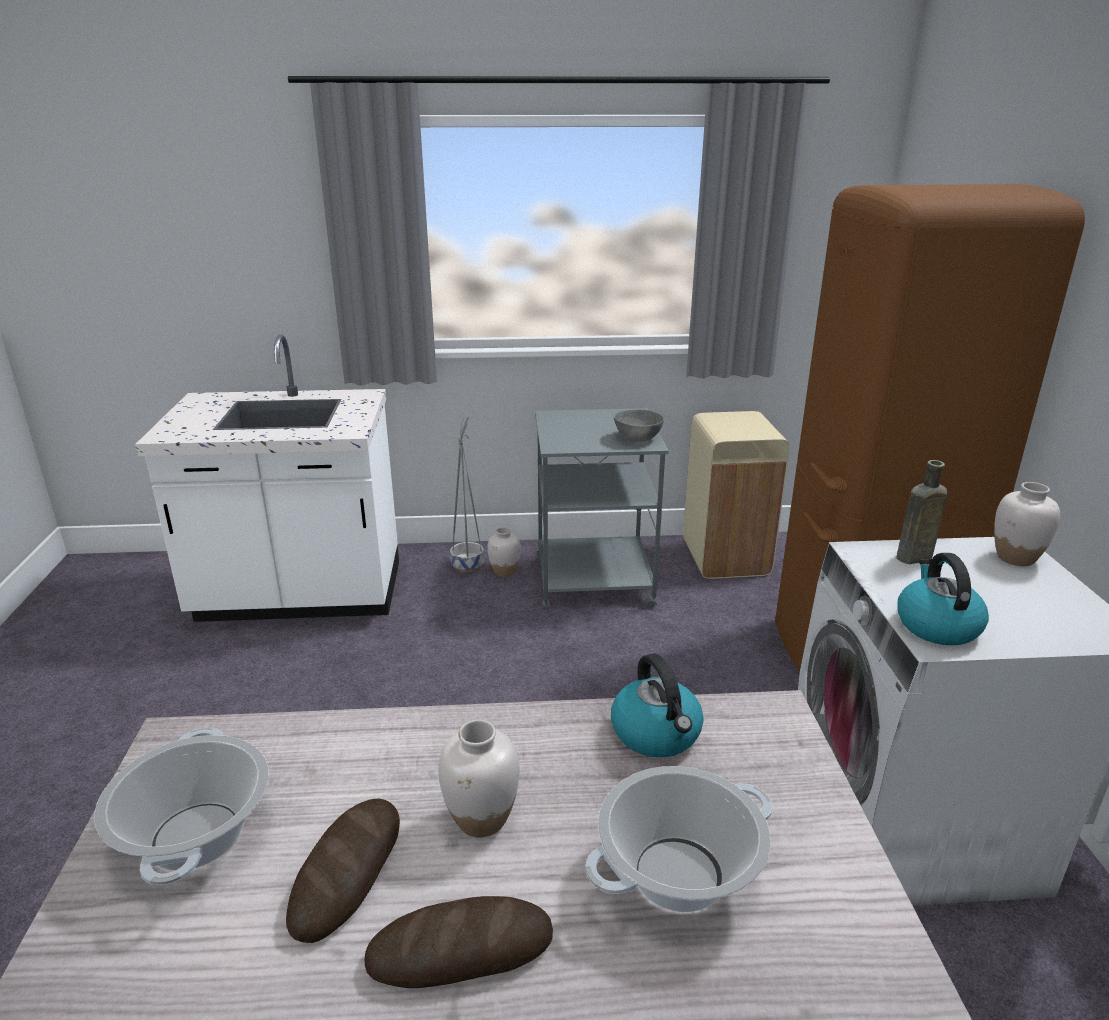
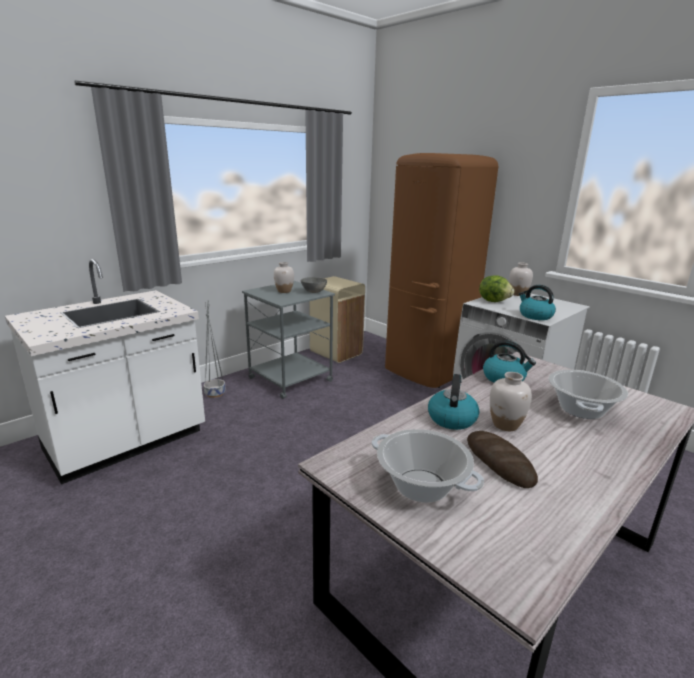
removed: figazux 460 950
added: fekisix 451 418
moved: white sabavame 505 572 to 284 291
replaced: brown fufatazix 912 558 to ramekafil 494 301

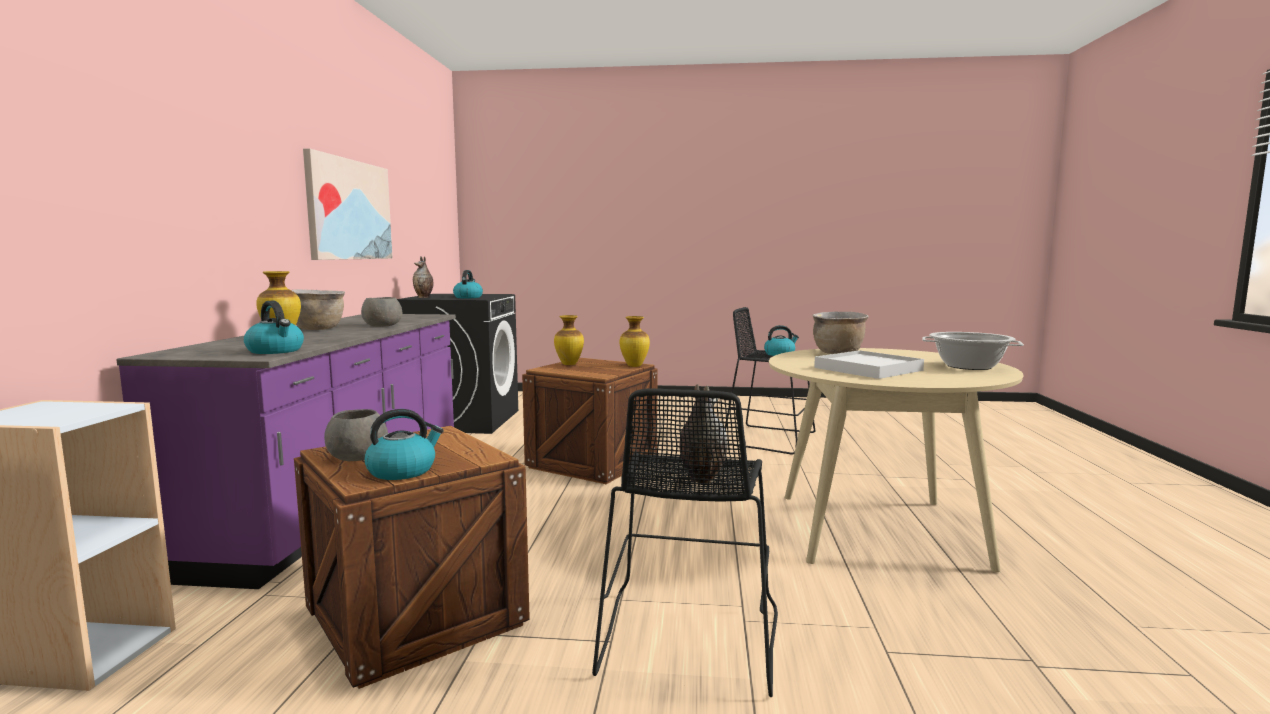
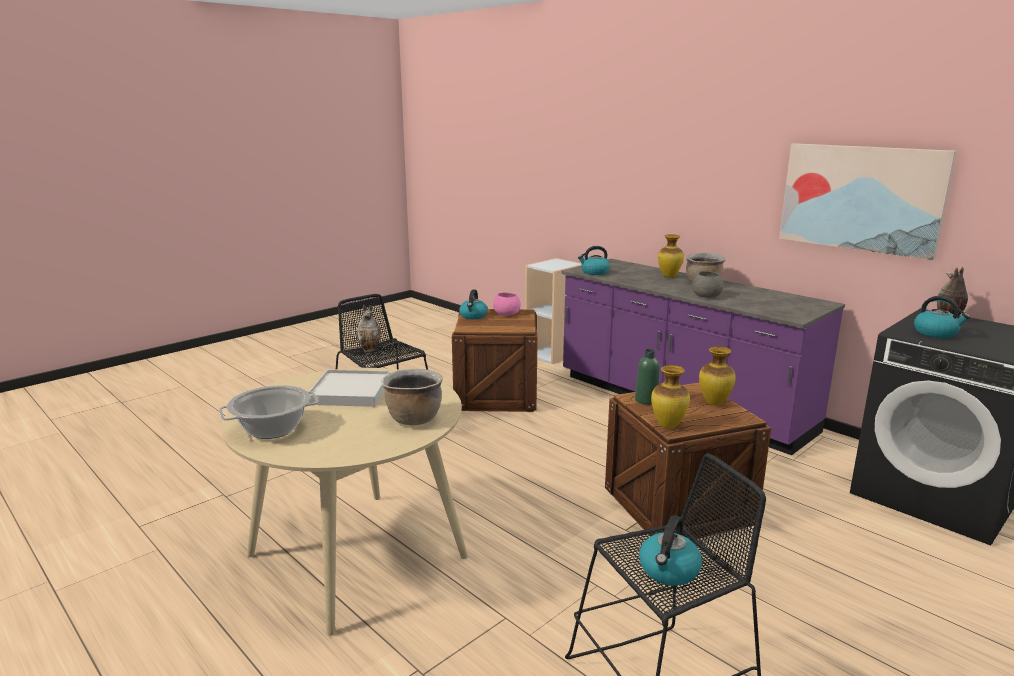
added: green fufatazix 646 400
recoloured: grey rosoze 357 457 to pink rosoze 506 314

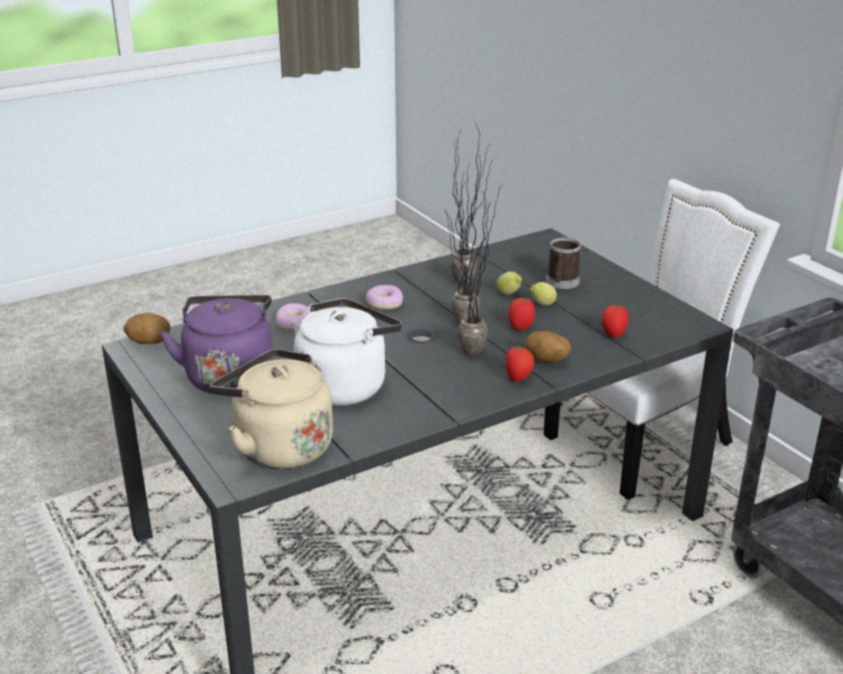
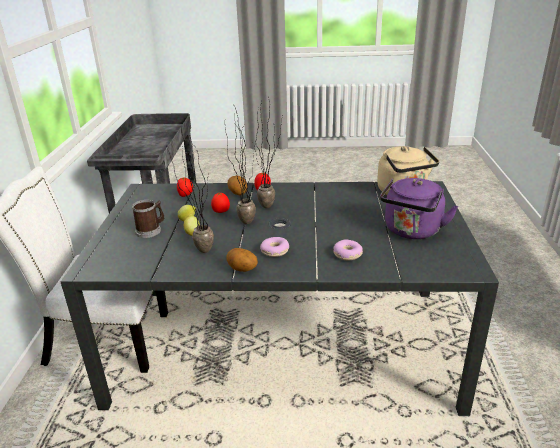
removed: white fekisix 345 386
moved: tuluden 149 342 to 242 270

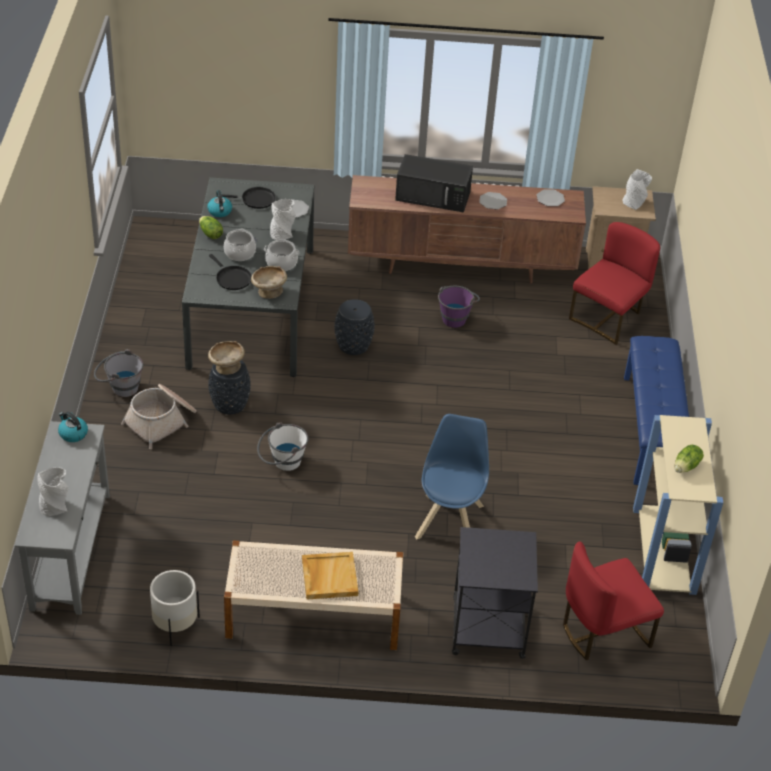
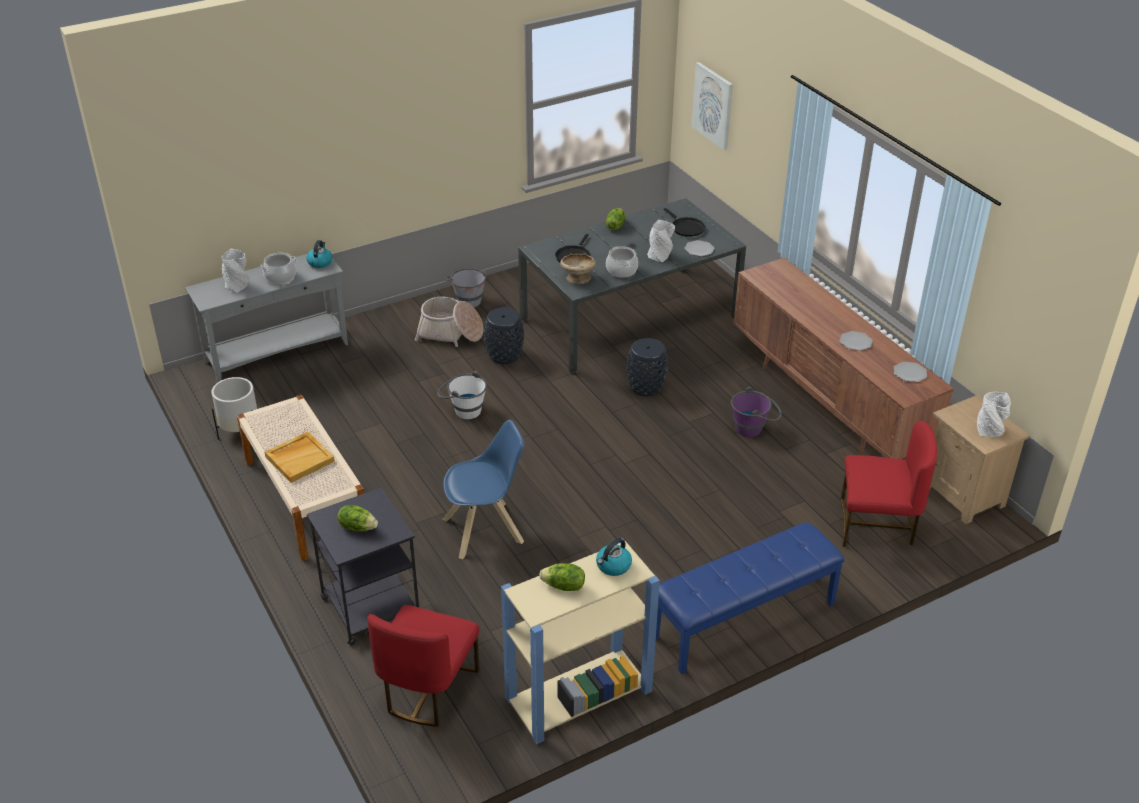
removed: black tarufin 434 196; beige rosoze 226 368
added: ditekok 713 105; ramekafil 357 527
moved: fekisix 220 211 to 613 566; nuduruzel 240 253 to 280 277
turned: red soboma 603 631 = 427 690 105 degrees counterclockwise

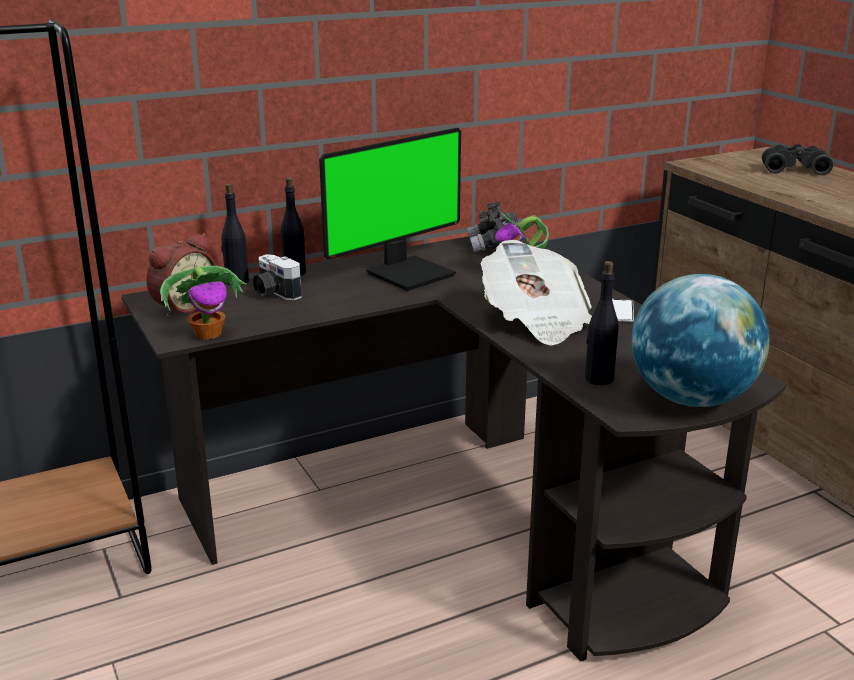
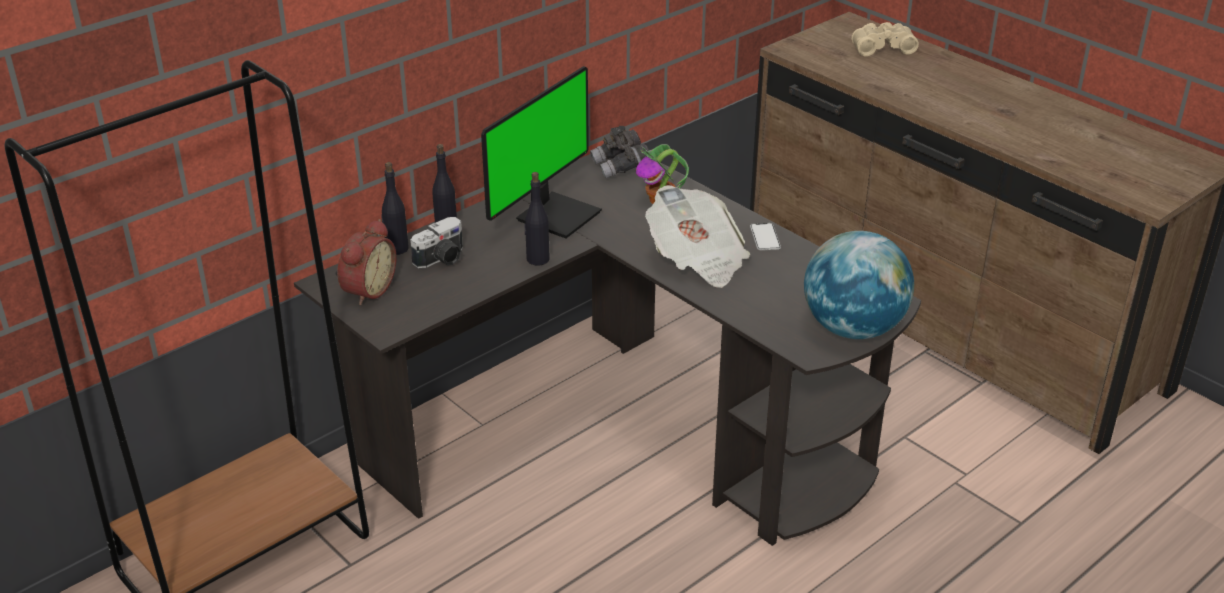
removed: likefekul 209 333
moved: black fufatazix 598 379 to 537 259
recoloured: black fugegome 794 169 to beige fugegome 882 47
turned: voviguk 274 293 = 442 259 75 degrees counterclockwise

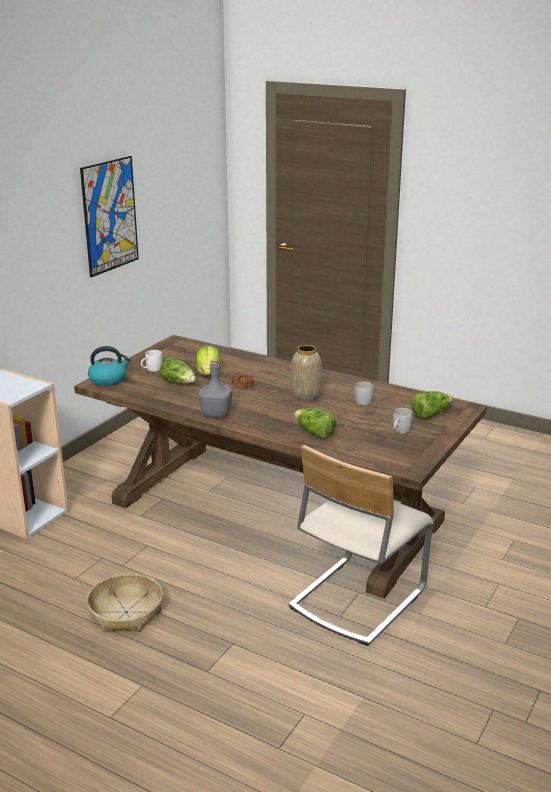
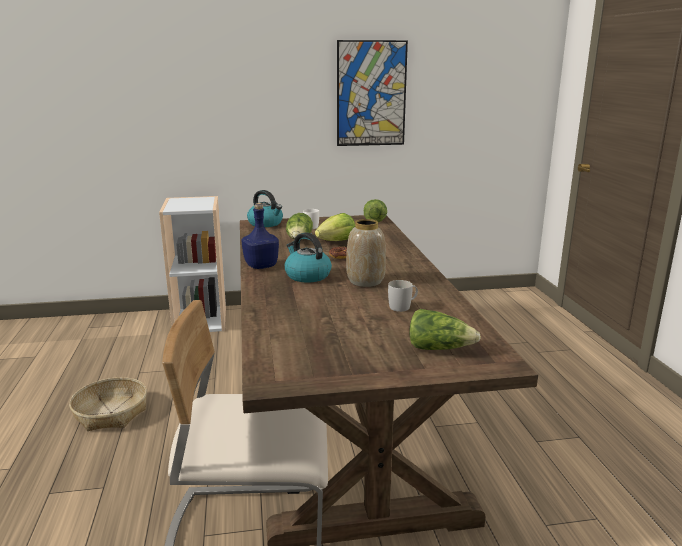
removed: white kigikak 399 431
added: fekisix 307 276
moved: ramekafil 314 433 to 374 219
recoloured: grey fufatazix 216 414 to blue fufatazix 261 266

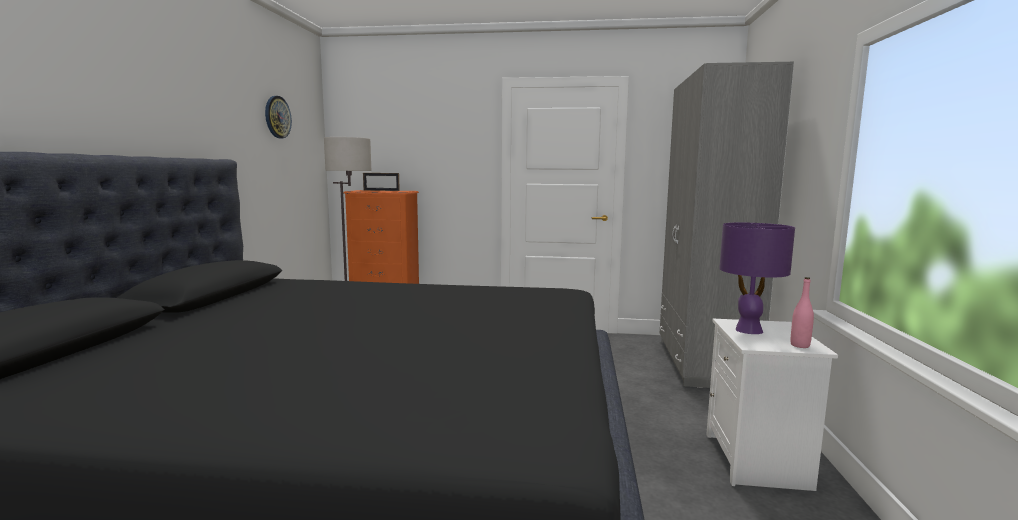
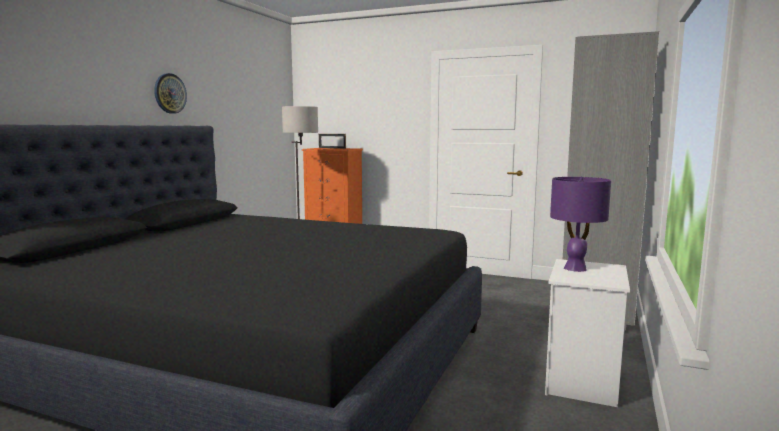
removed: pink fufatazix 800 345
moved: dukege 277 117 to 169 93

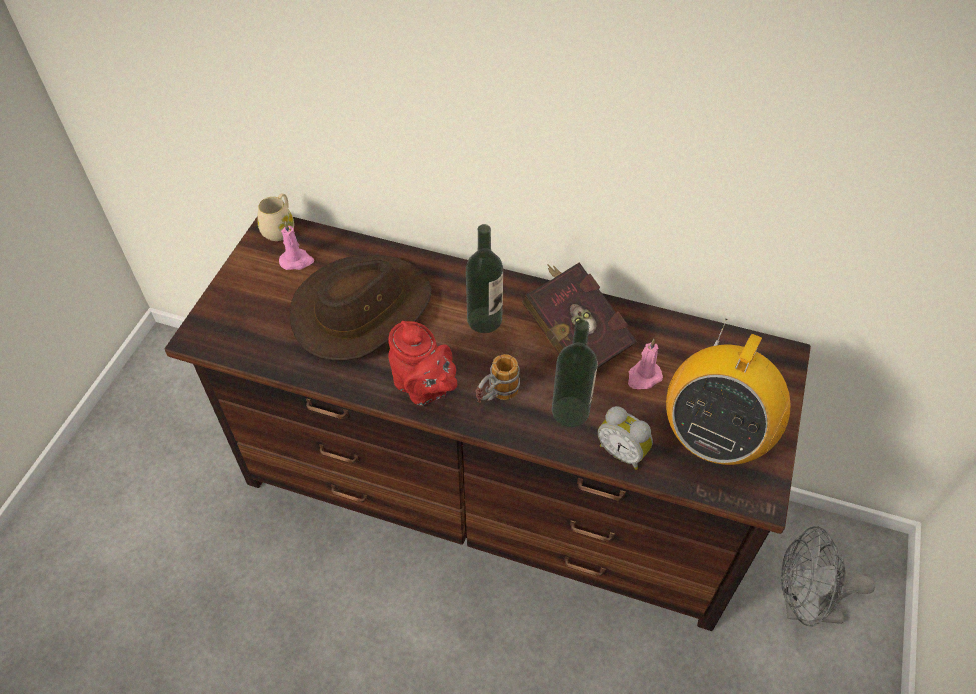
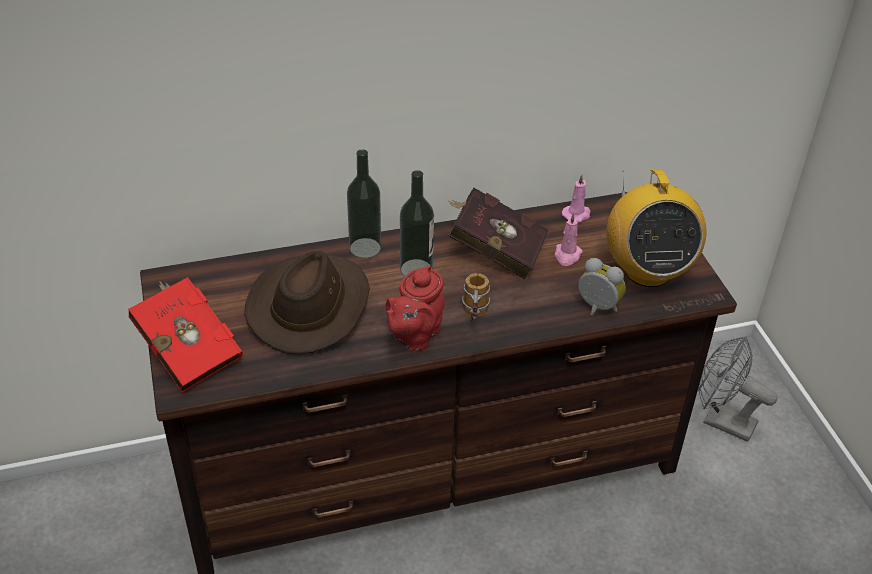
removed: beige kigikak 280 228
added: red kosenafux 187 350
moved: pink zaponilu 297 261 to 577 214; fufatazix 570 411 to 365 248
turned: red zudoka 424 388 = 414 336 105 degrees clockwise; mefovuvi 622 452 = 596 308 150 degrees counterclockwise; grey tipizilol 802 606 = 721 421 60 degrees clockwise

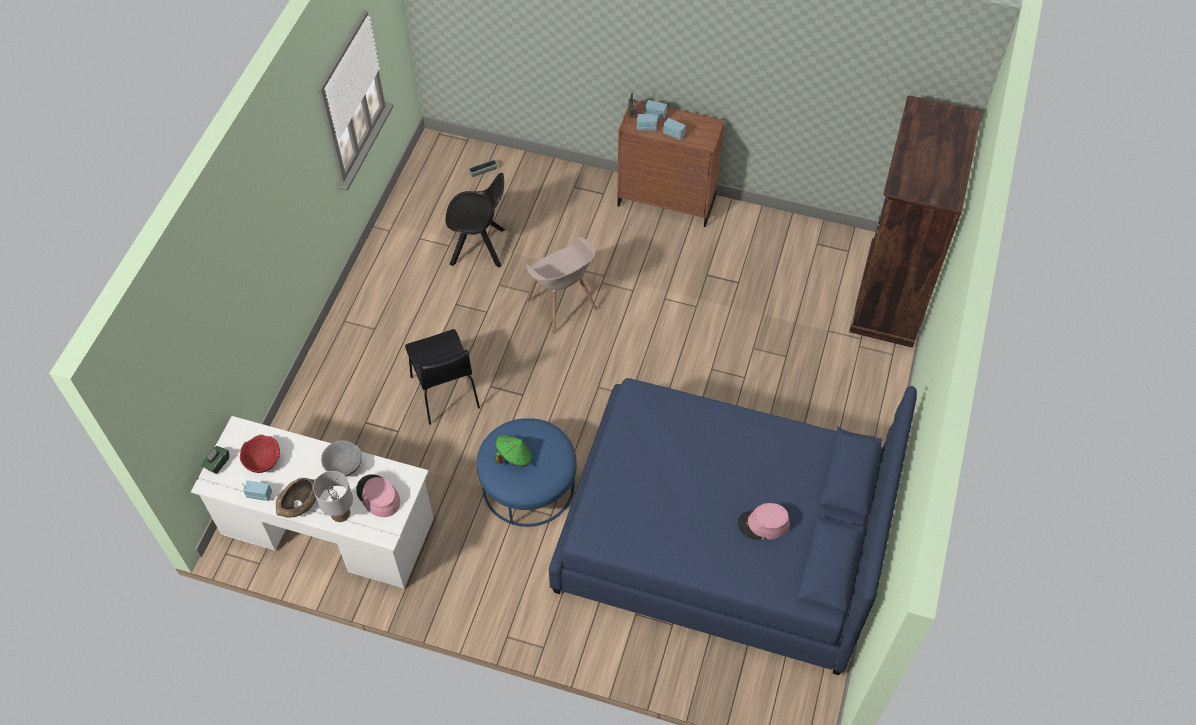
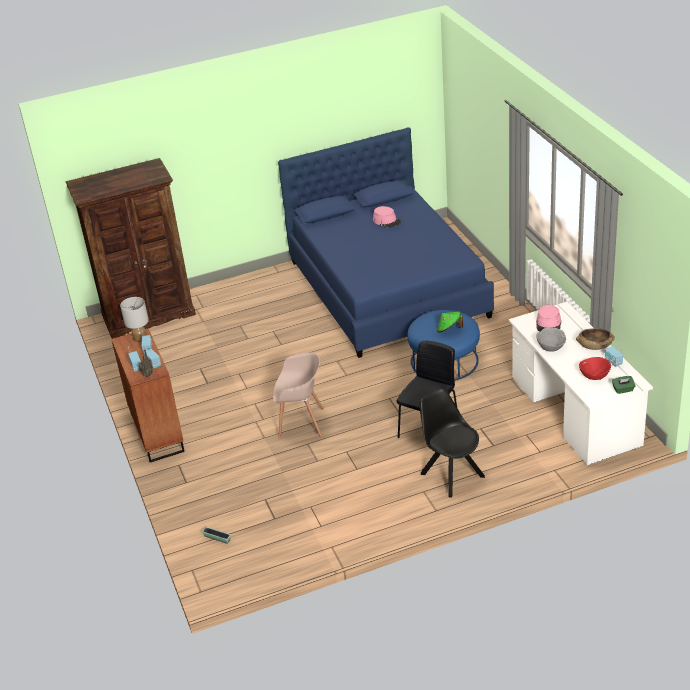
moved: black soboma 479 247 to 451 474; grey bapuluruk 341 513 to 140 338
turned: beige soboma 562 306 = 302 423 75 degrees clockwise

